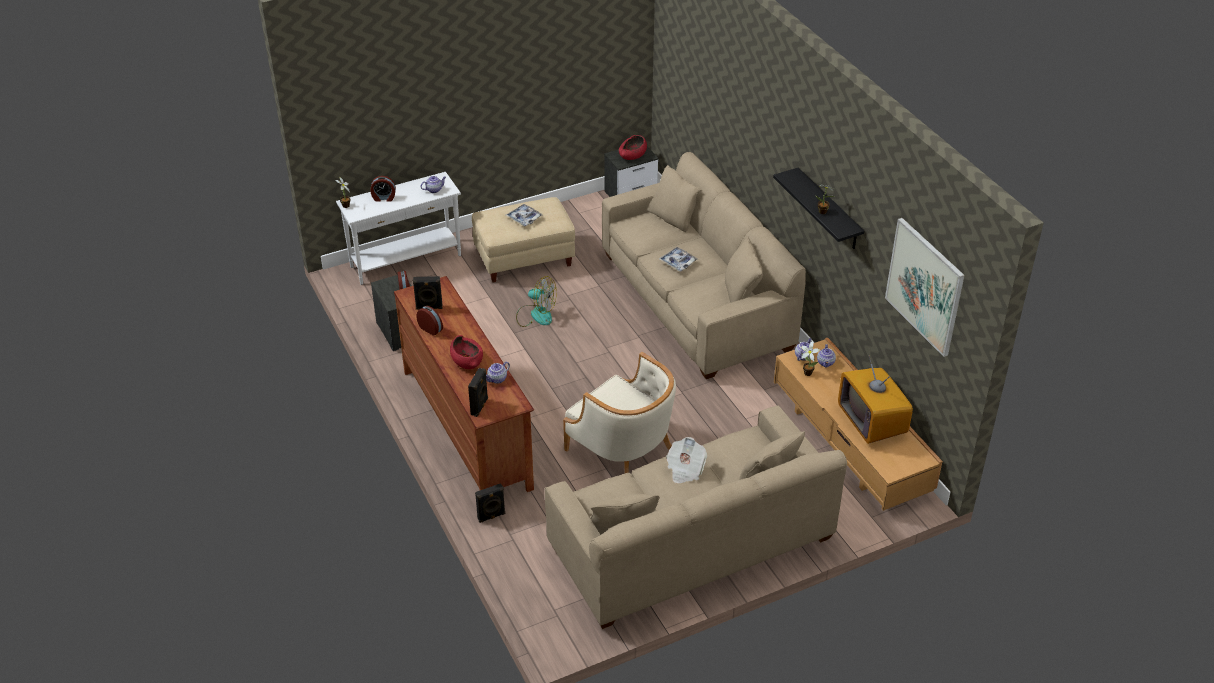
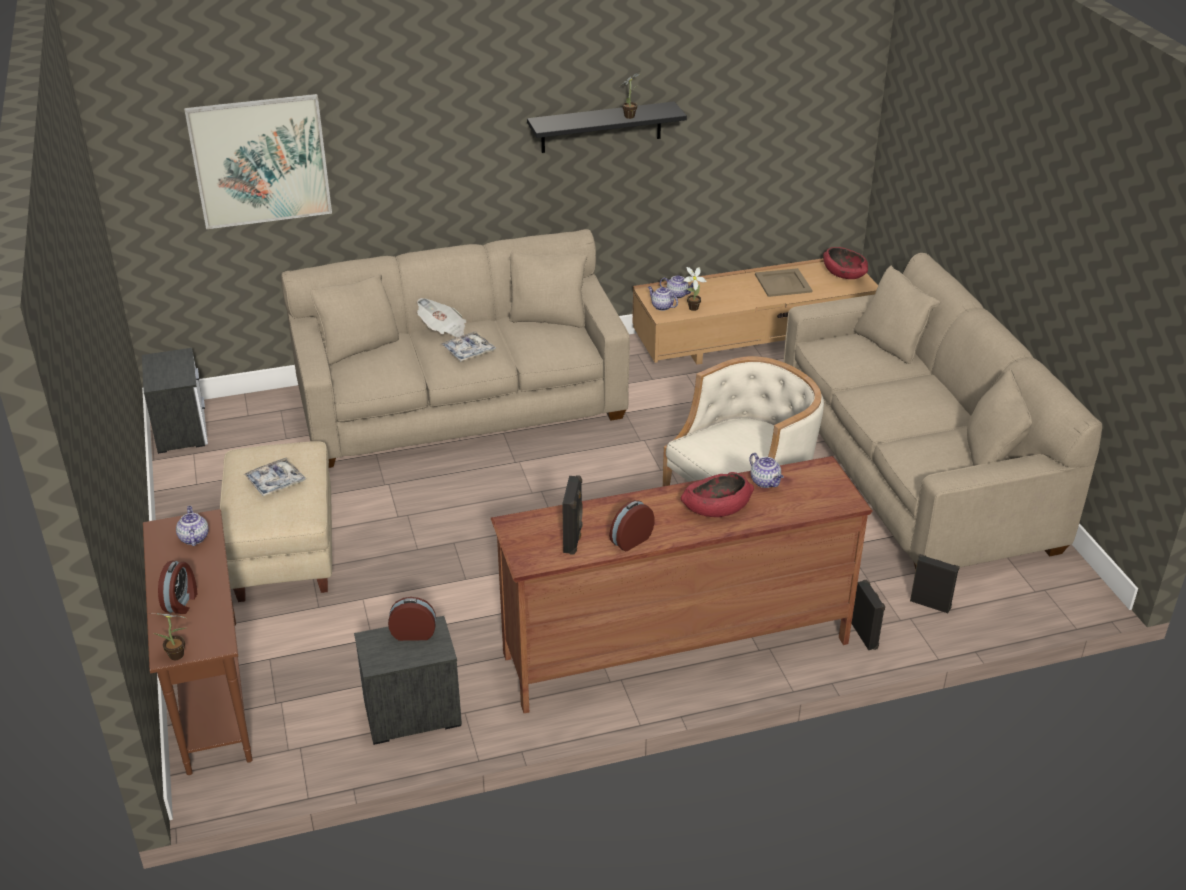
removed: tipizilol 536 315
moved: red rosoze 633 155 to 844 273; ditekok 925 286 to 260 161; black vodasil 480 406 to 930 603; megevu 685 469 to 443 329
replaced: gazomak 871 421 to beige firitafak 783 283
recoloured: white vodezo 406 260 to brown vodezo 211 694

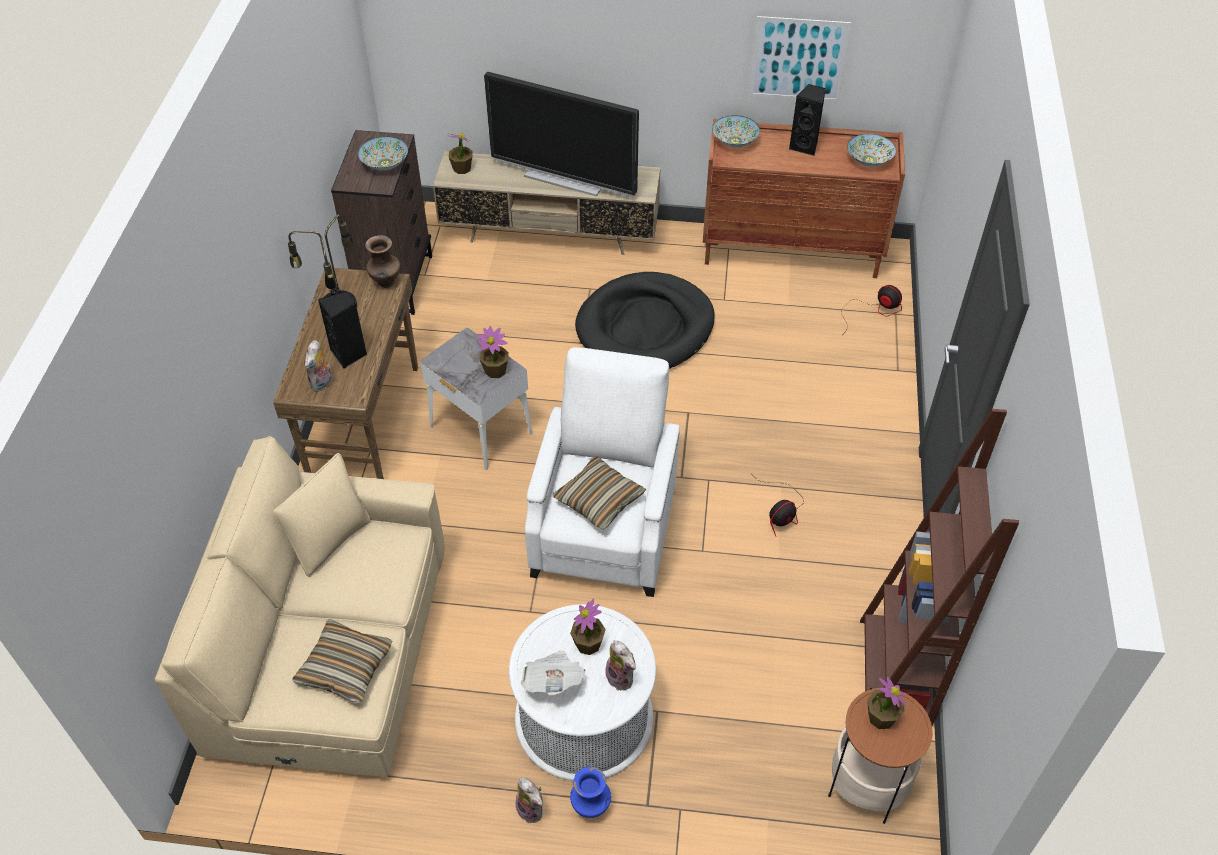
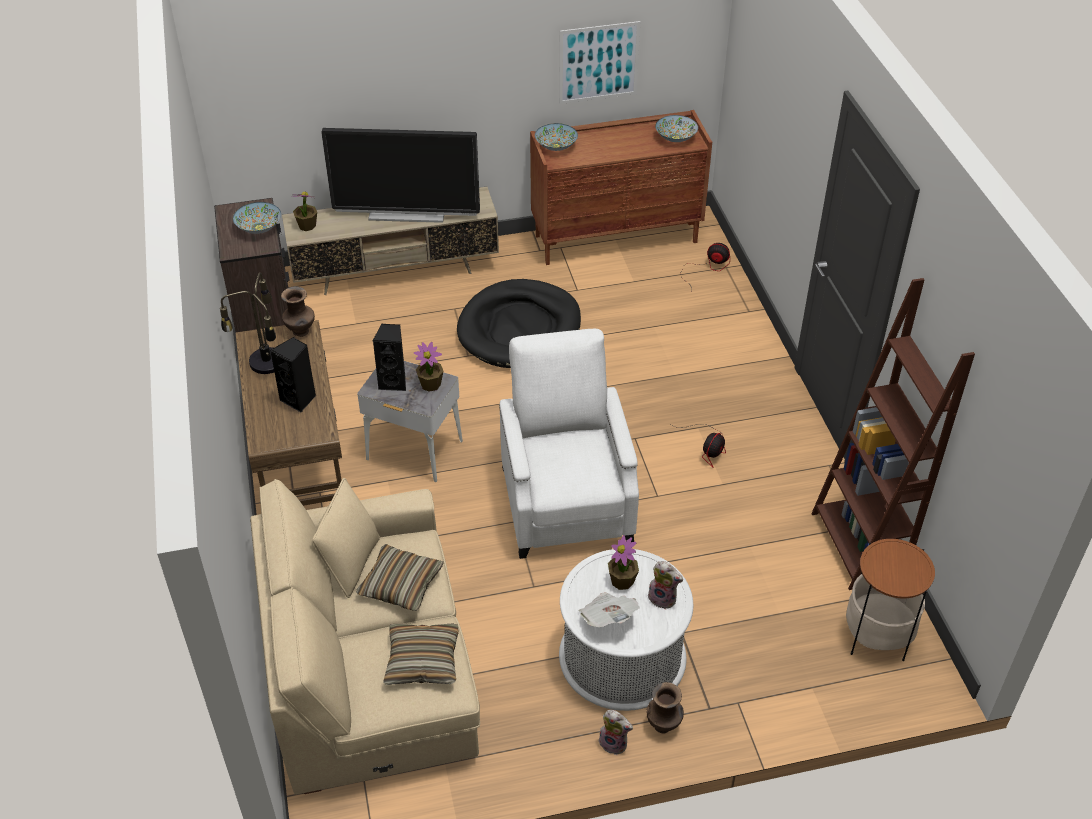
removed: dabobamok 322 383; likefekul 881 717
moved: black vodasil 805 146 to 394 382; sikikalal 599 499 to 400 584
recoloured: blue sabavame 591 807 to brown sabavame 664 725

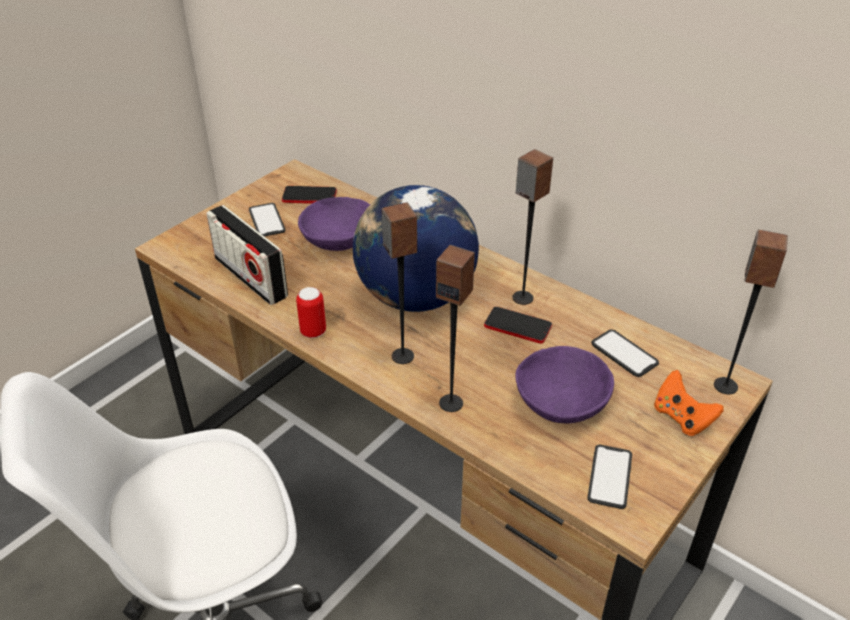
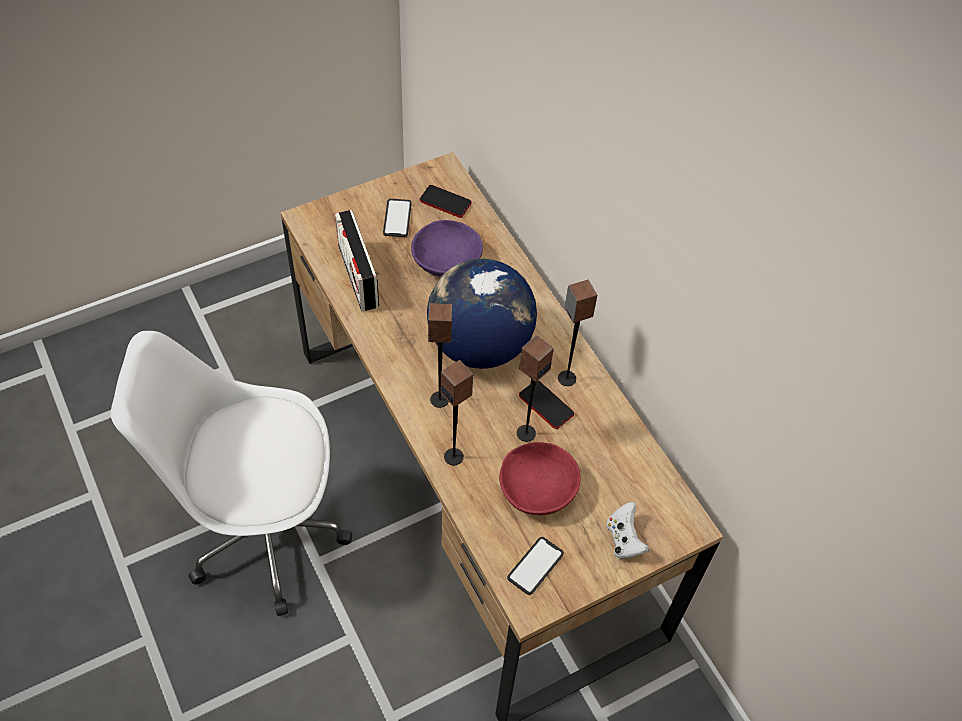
removed: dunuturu 313 331; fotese 624 354
moved: vodasil 725 385 to 525 433
recoloured: purple rosoze 562 403 to red rosoze 538 490; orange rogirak 682 418 to white rogirak 624 539

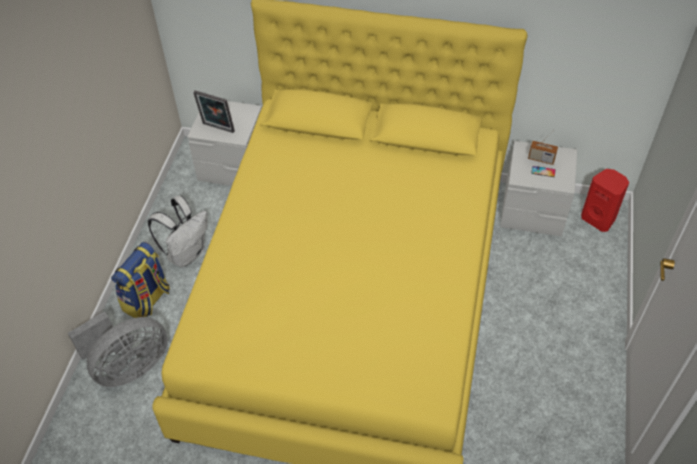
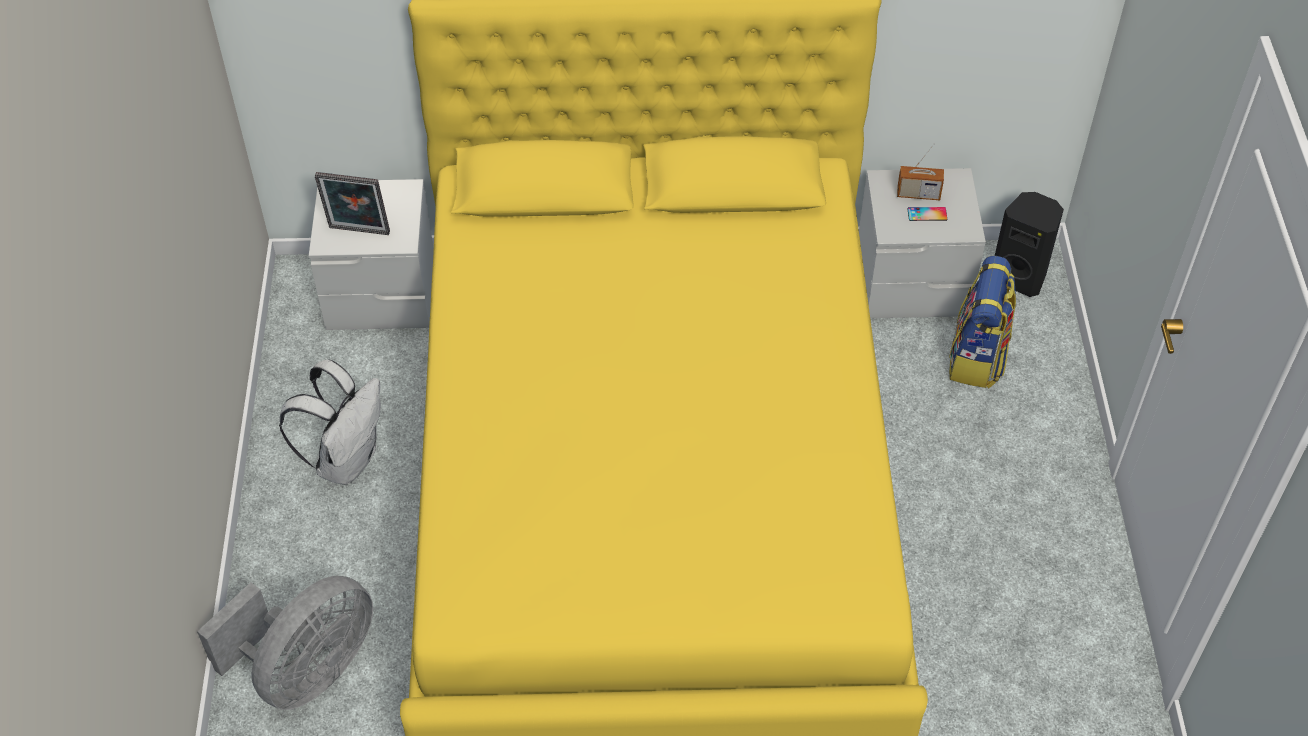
moved: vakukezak 147 301 to 977 358
recoloured: red vodasil 599 218 to black vodasil 1020 276

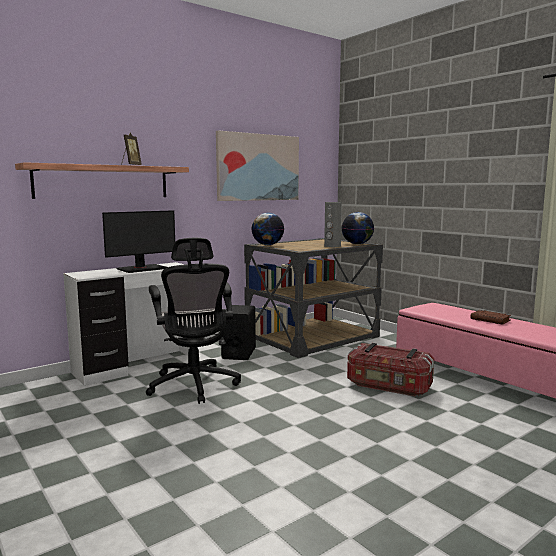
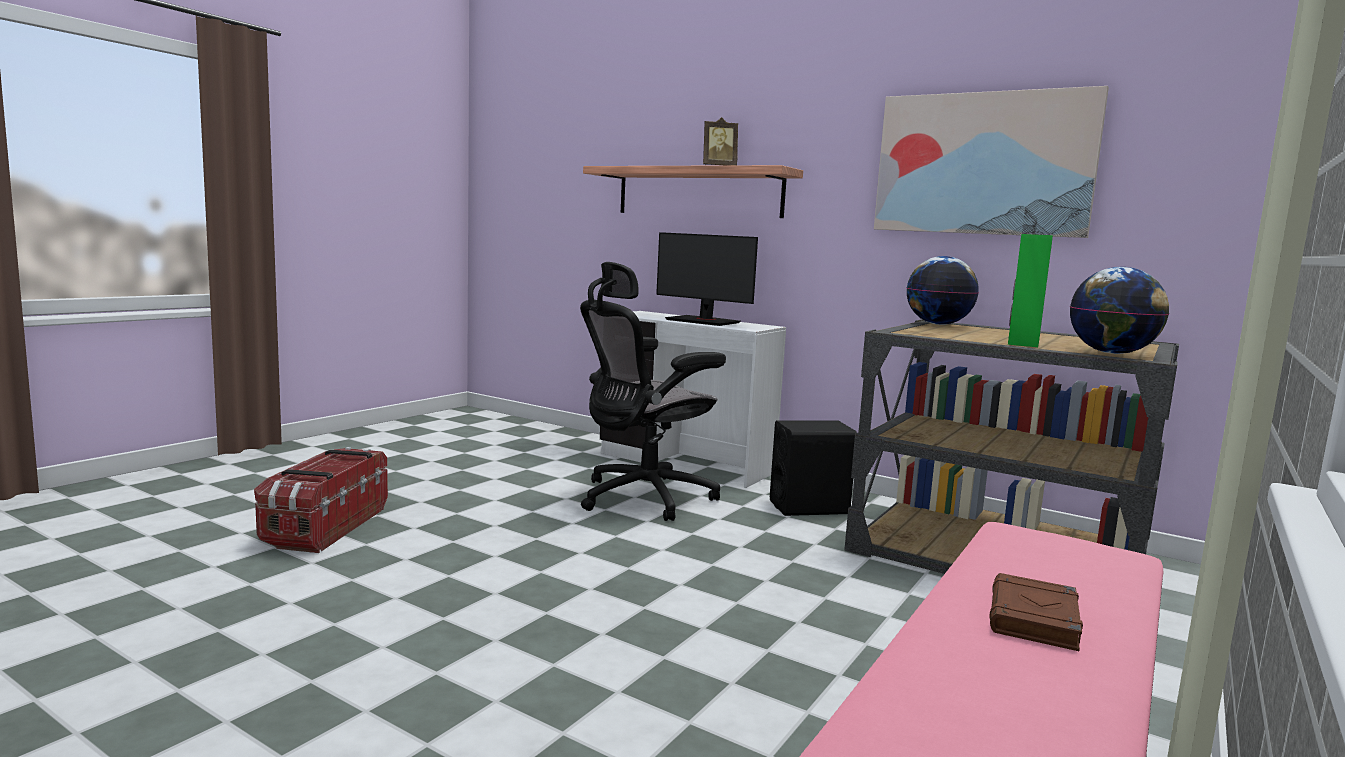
moved: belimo 388 386 to 325 526
recoloured: grey vodasil 332 246 to green vodasil 1022 344

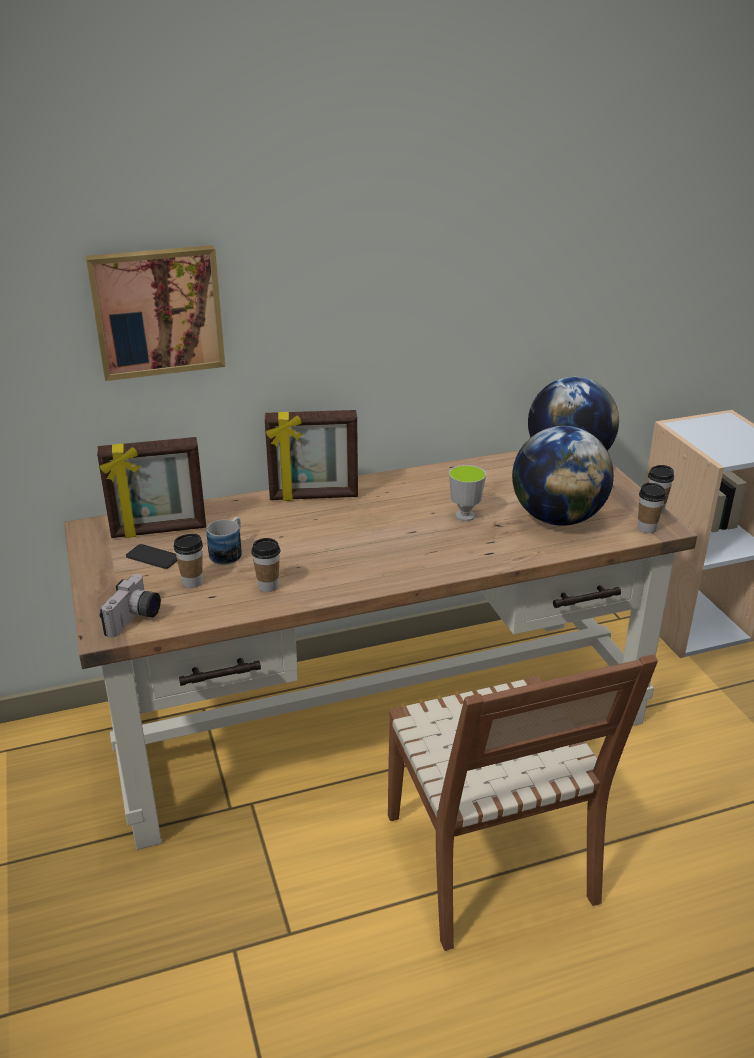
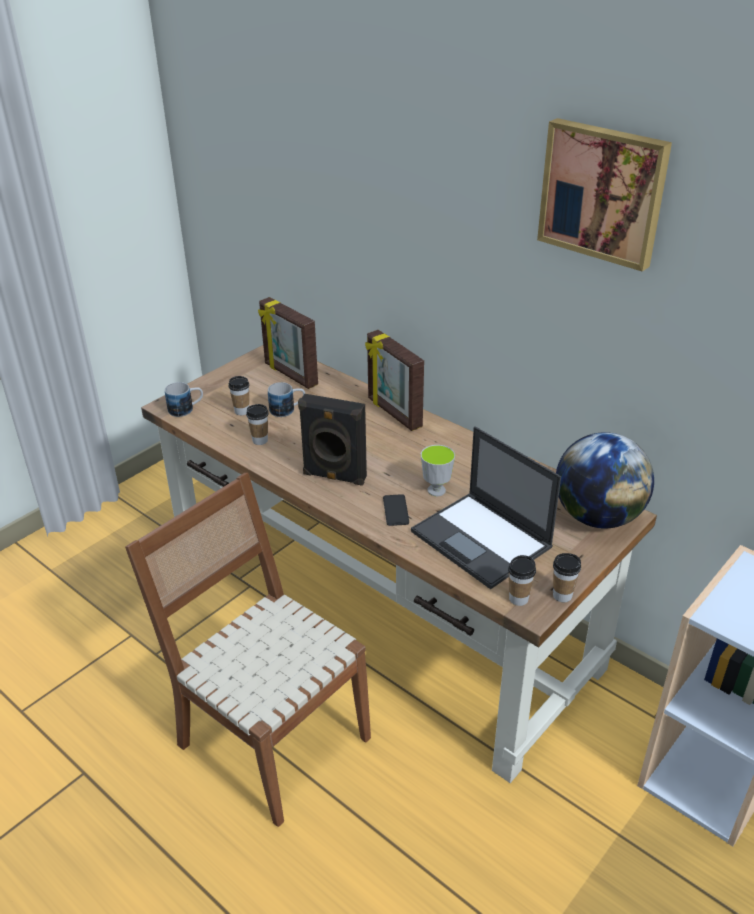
added: black vodasil 334 477
moved: ditekok 157 311 to 603 192; fotese 153 557 to 396 510
replaced: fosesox 557 518 to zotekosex 482 540; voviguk 135 620 to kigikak 186 409
turned: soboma 491 867 = 269 735 90 degrees clockwise

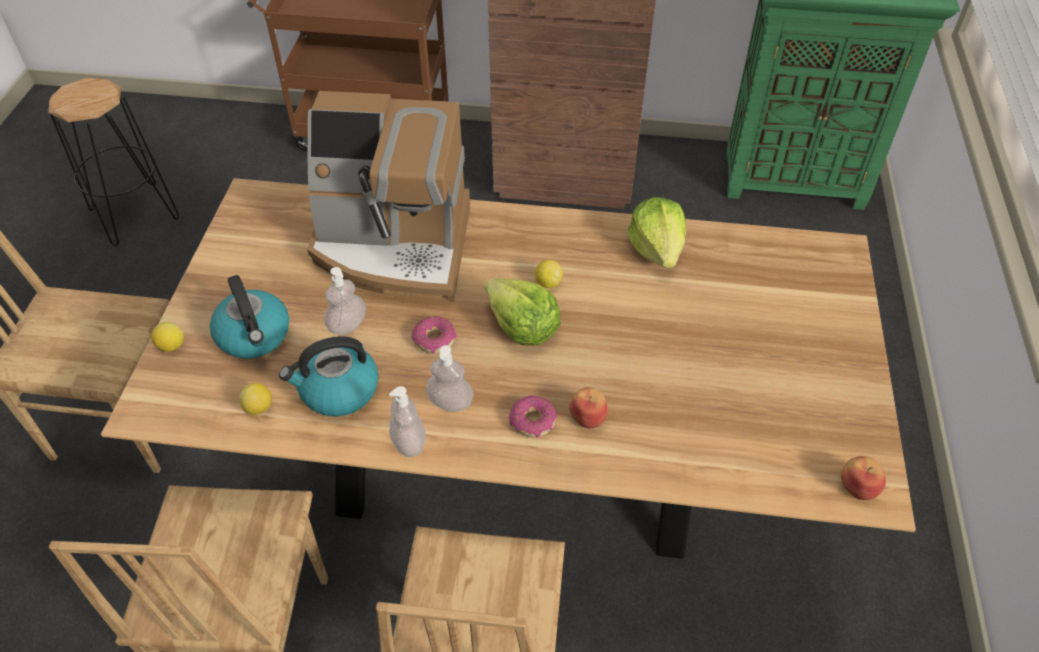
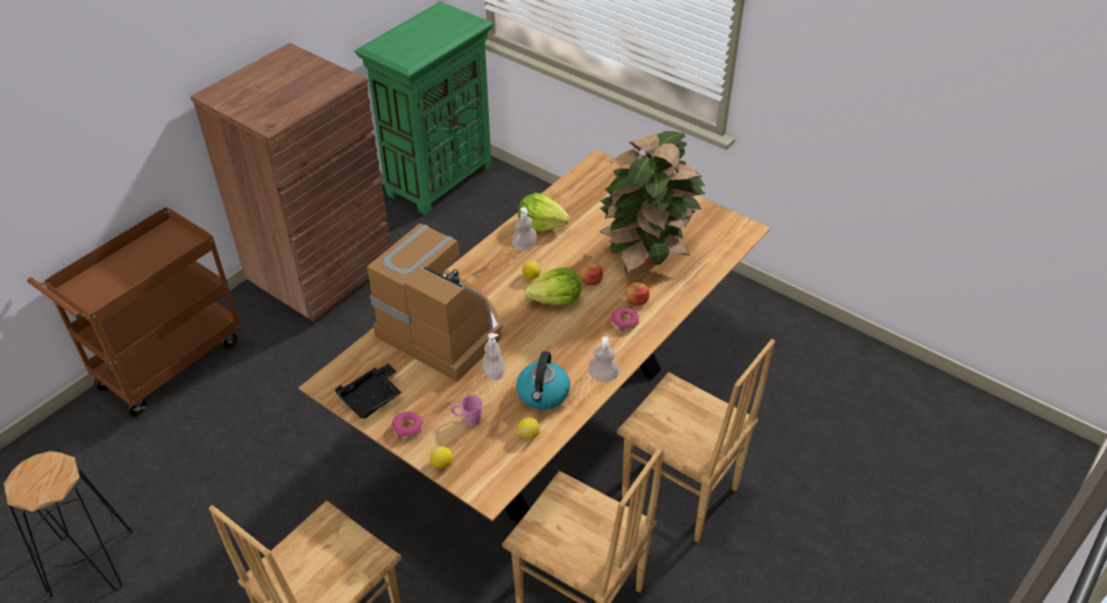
added: likefekul 646 257; black firitafak 372 398
moved: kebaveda 434 340 to 408 428; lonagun 450 402 to 524 246; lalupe 858 487 to 590 281
replaced: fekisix 255 336 to pink kigikak 467 419
turned: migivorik 394 246 = 443 329 90 degrees counterclockwise

